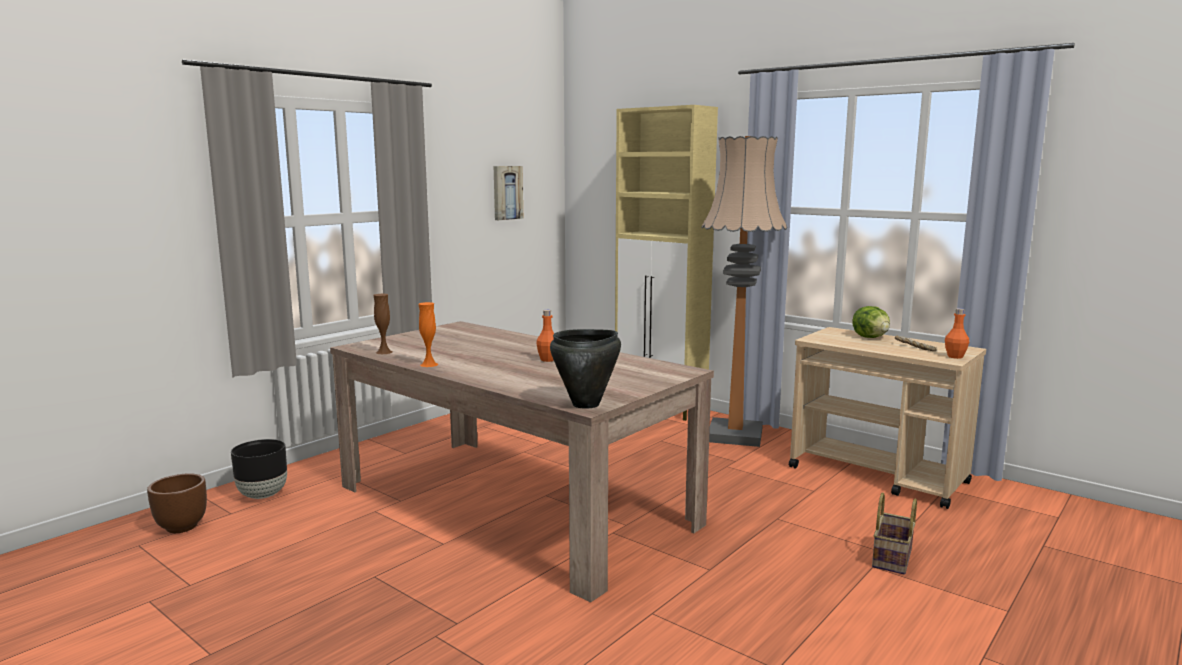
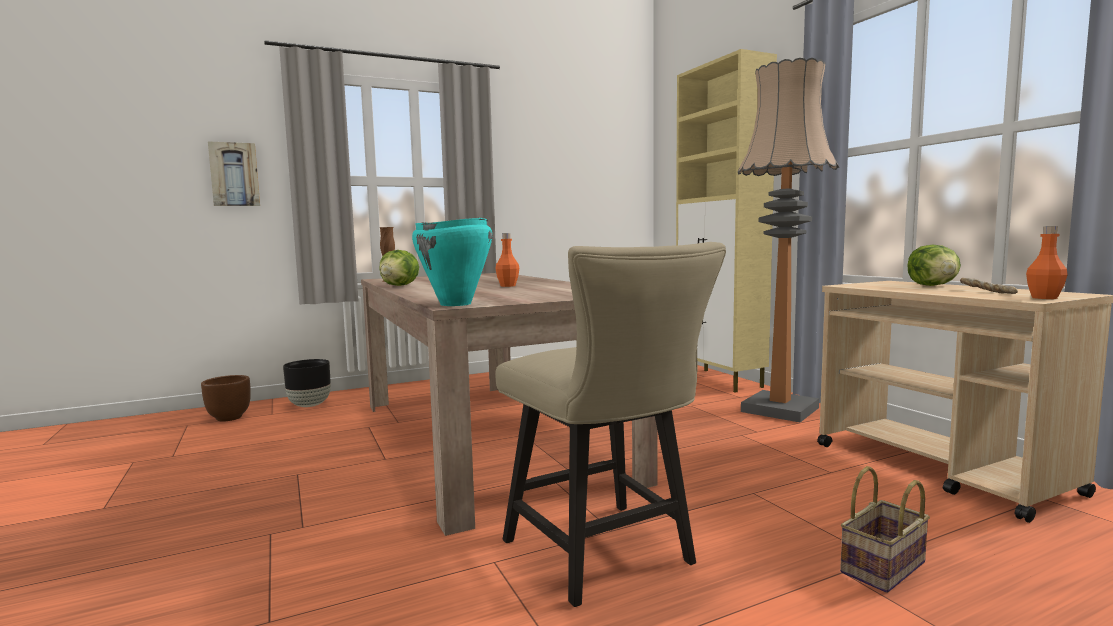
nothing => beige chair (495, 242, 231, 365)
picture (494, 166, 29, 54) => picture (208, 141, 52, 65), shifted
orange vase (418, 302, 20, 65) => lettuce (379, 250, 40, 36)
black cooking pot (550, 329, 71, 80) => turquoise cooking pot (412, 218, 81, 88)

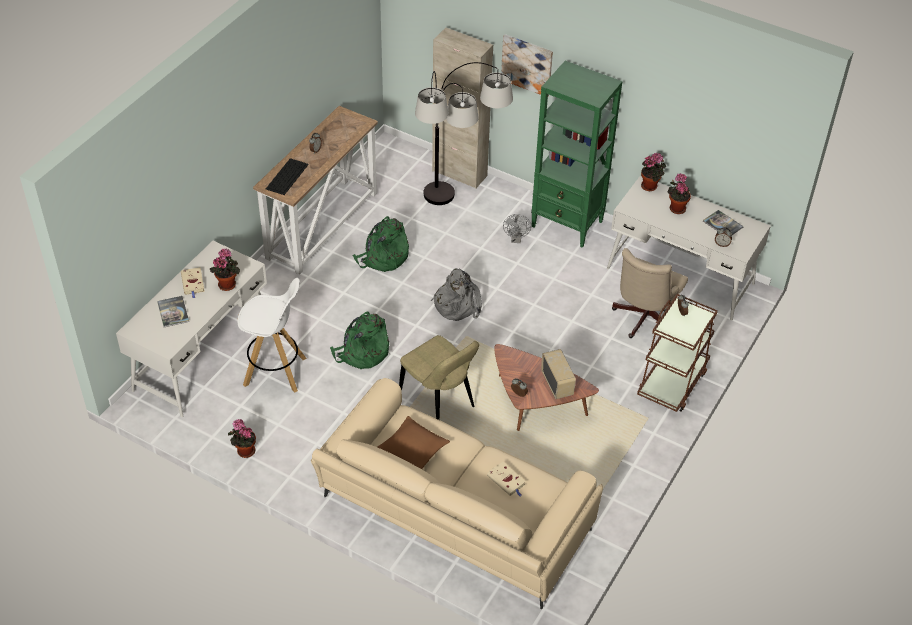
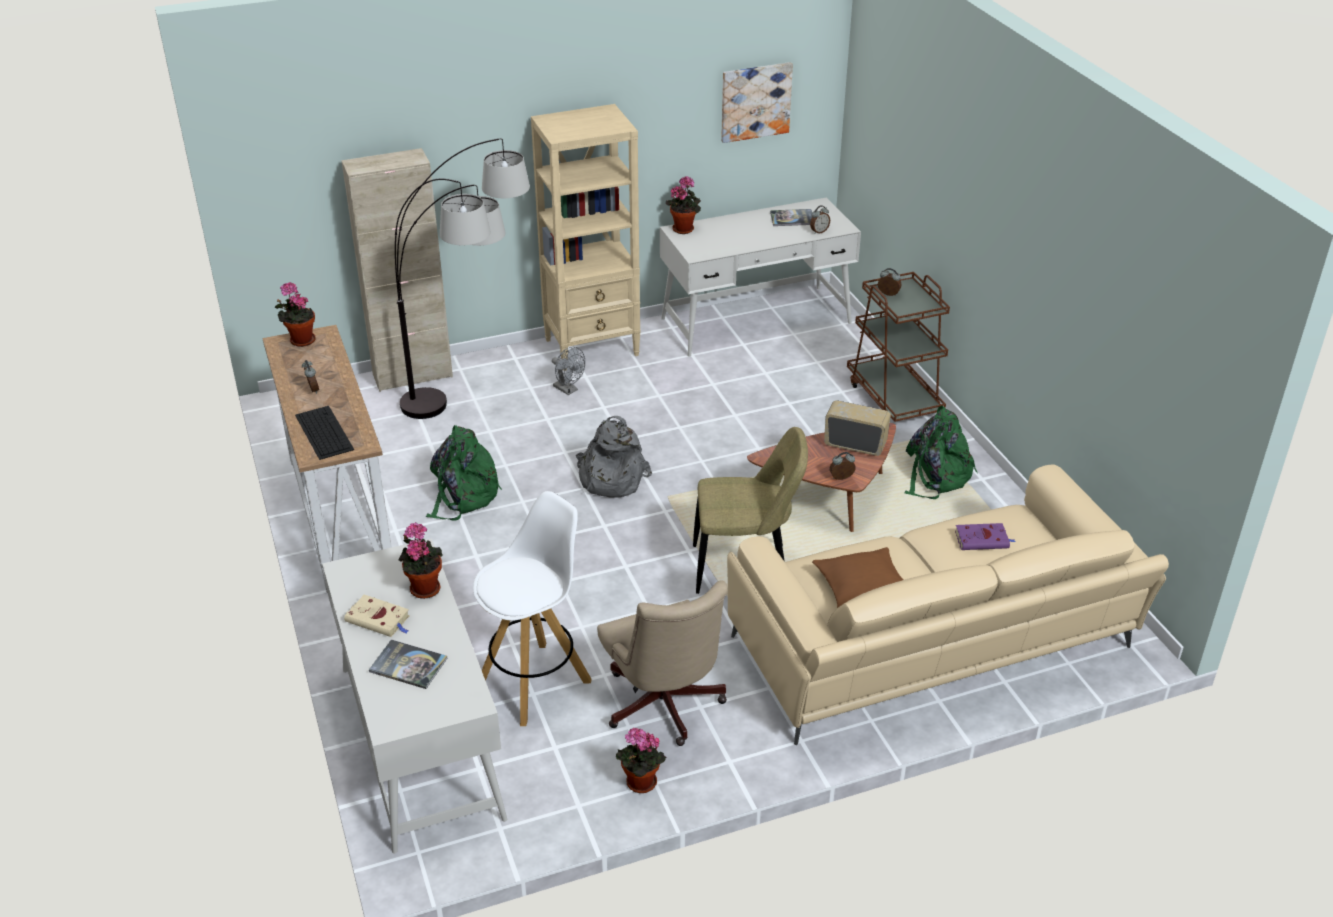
green backpack (330, 311, 59, 58) => green backpack (905, 406, 73, 93), shifted
picture (501, 34, 52, 62) => picture (721, 62, 72, 81), shifted
beige office chair (612, 248, 76, 90) => beige office chair (597, 580, 131, 166), shifted
potted plant (668, 173, 23, 41) => potted plant (275, 282, 41, 65), shifted
beige book (487, 462, 39, 34) => purple book (955, 523, 60, 27)
green bookcase (531, 61, 92, 187) => beige bookcase (531, 104, 110, 267)

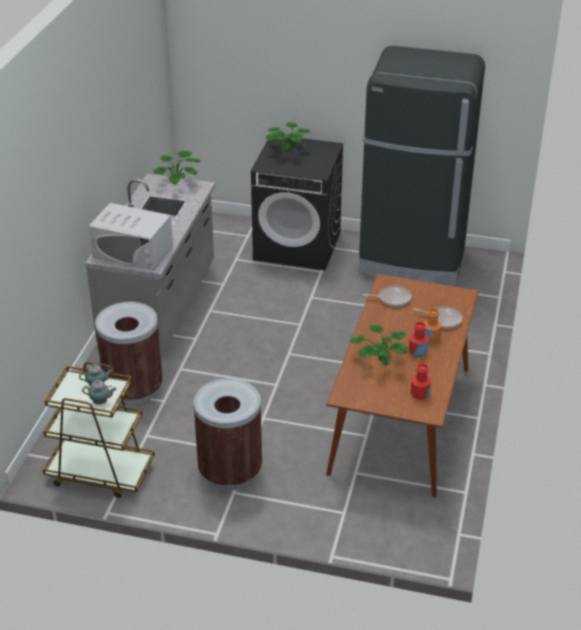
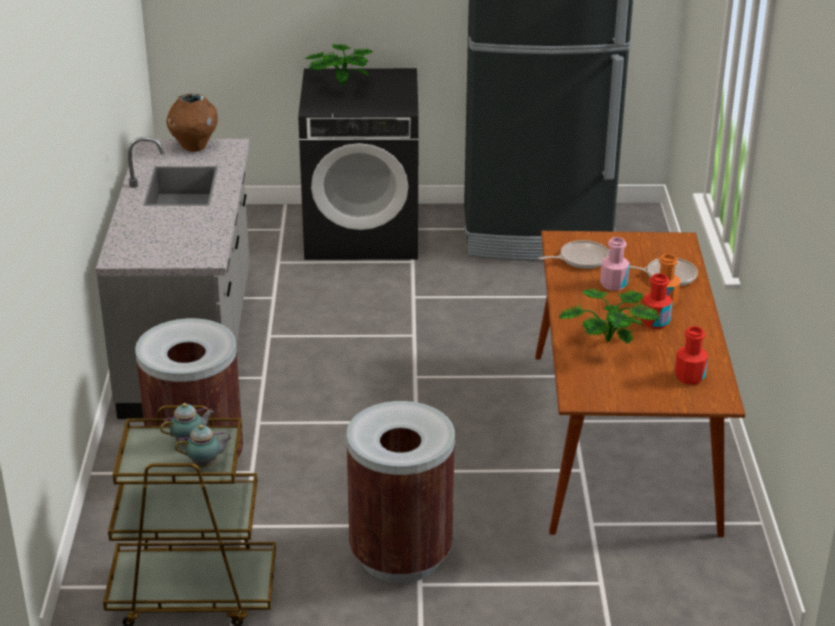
white microwave (89, 203, 84, 68) => nothing
nothing => pink bottle (600, 237, 30, 54)
potted plant (153, 150, 48, 34) => brown vase (166, 94, 52, 58)

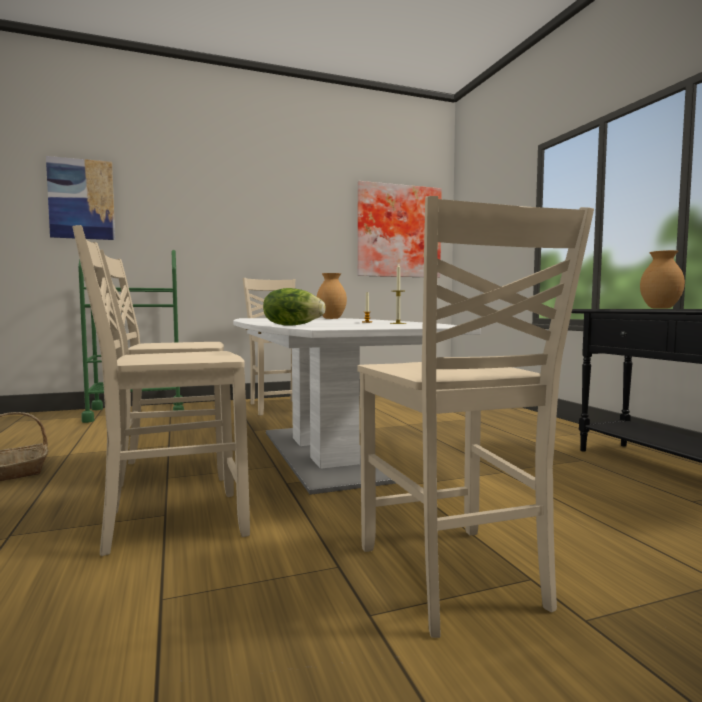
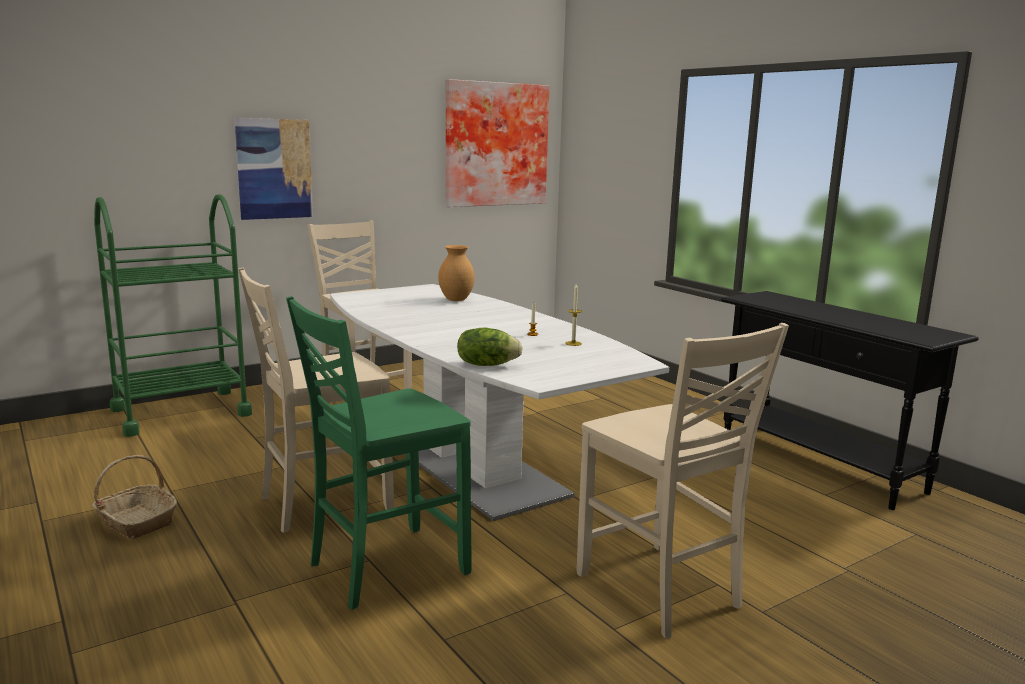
brown vase (640, 250, 45, 59) => nothing
picture (46, 156, 69, 84) => picture (235, 118, 78, 102), shifted
beige chair (72, 225, 178, 331) => green chair (286, 296, 185, 314)

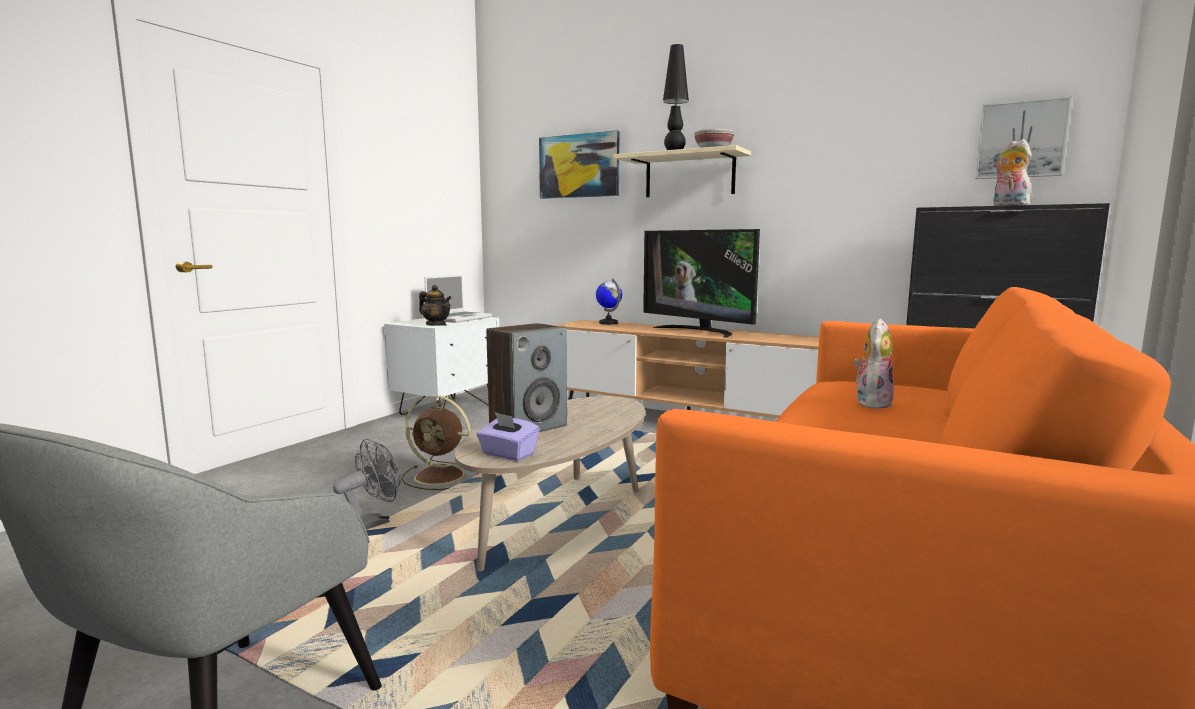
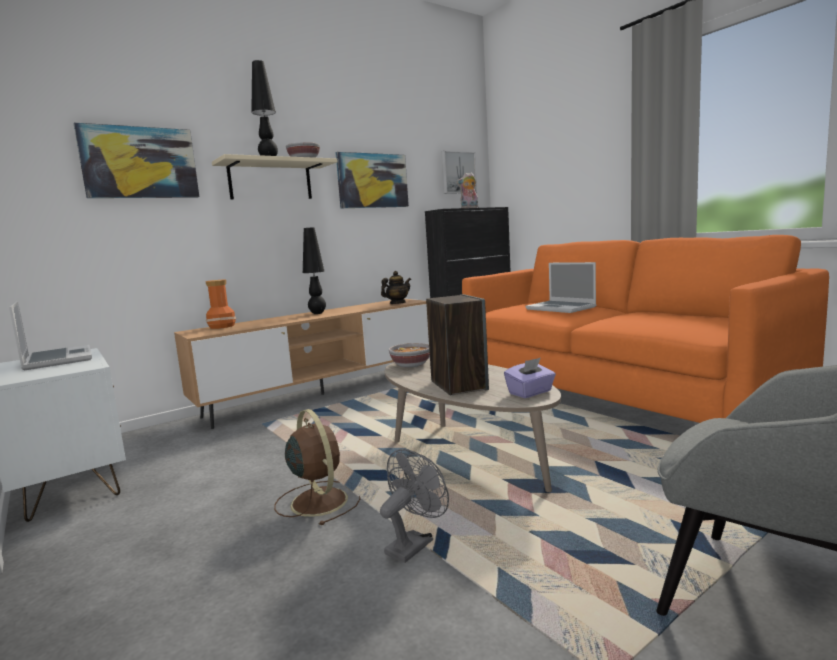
nothing => picture (336, 152, 73, 56)
nothing => bowl (389, 343, 41, 25)
teapot (419, 285, 33, 41) => teapot (381, 271, 30, 33), shifted
globe (596, 278, 26, 47) => vase (205, 280, 31, 49)
television (643, 229, 117, 108) => black table lamp (303, 227, 23, 87)
plush toy (854, 318, 40, 91) => laptop (526, 262, 70, 51)
grey fan (333, 439, 68, 91) => grey fan (380, 449, 69, 114), 60 degrees clockwise
brown fan (401, 395, 78, 95) => brown fan (274, 409, 87, 116), 75 degrees counterclockwise

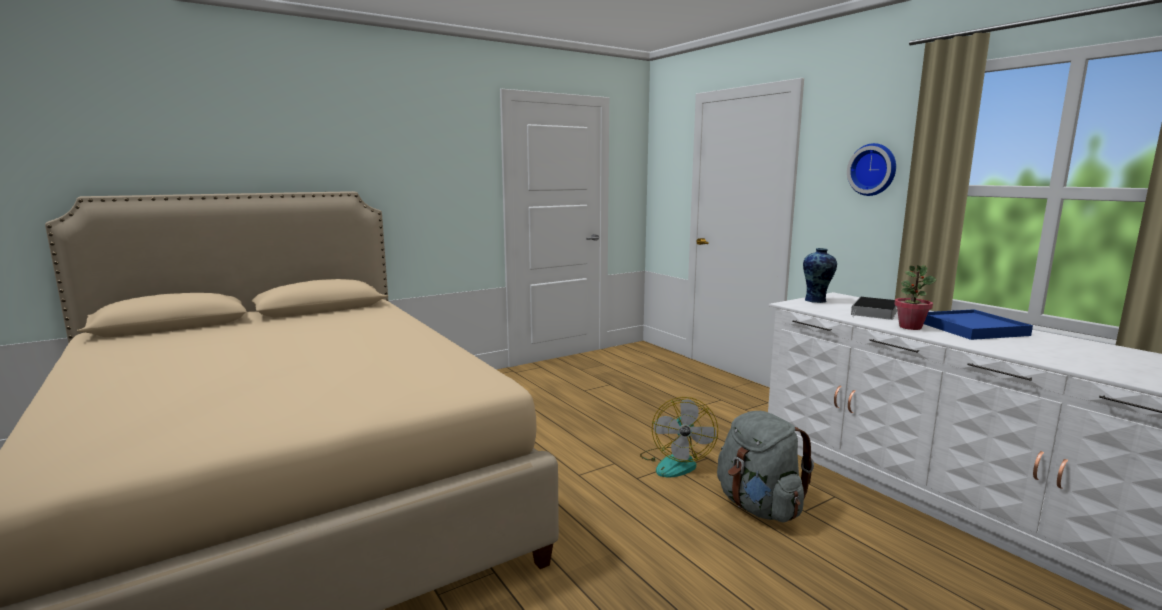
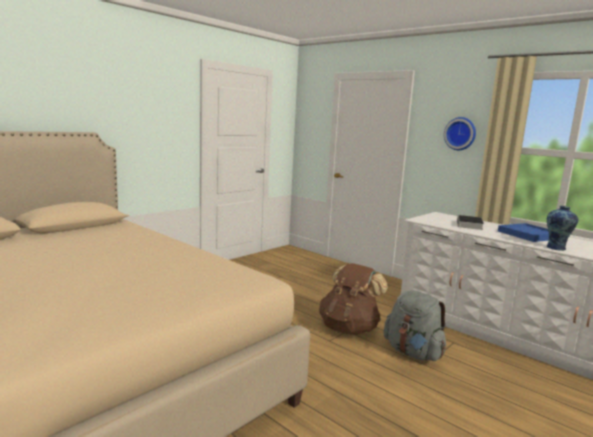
potted plant (894, 265, 42, 65) => nothing
vase (803, 248, 34, 55) => vase (547, 206, 31, 45), shifted
fan (640, 397, 78, 81) => brown backpack (319, 263, 69, 72)

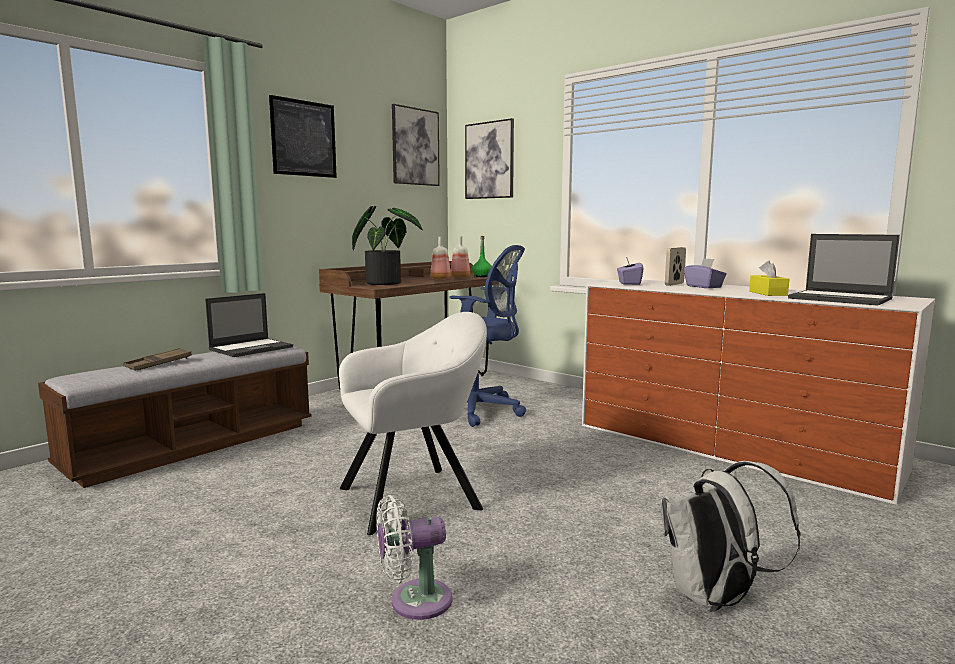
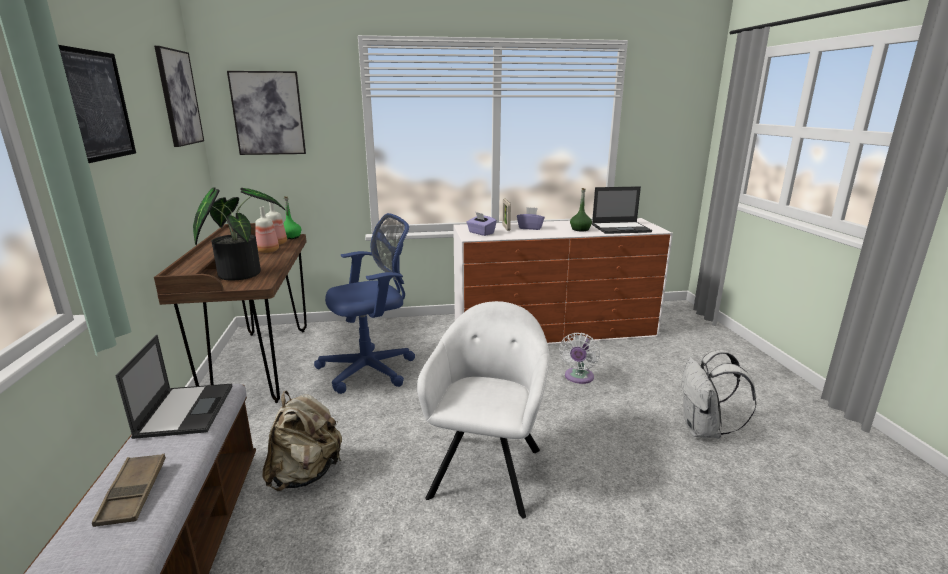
nothing => beige backpack (262, 391, 80, 100)
white fan (376, 495, 77, 125) => white fan (559, 333, 41, 51), shifted
yellow tissue box (749, 261, 40, 35) => green bottle (570, 188, 22, 43)

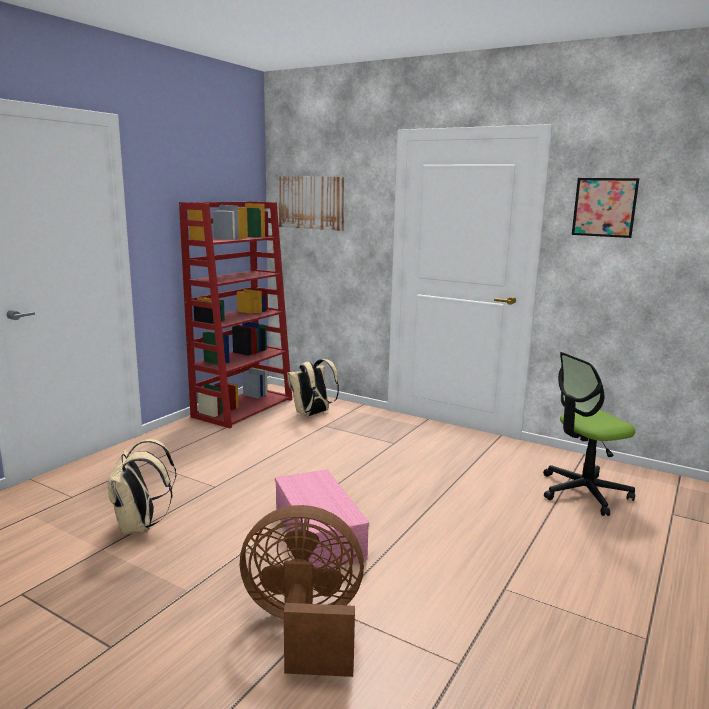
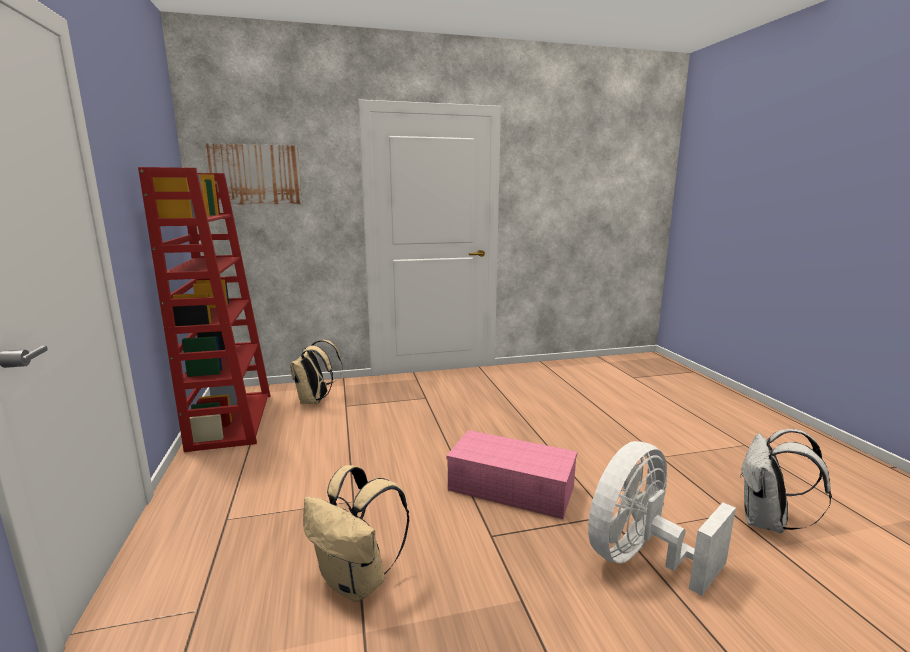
office chair (543, 352, 92, 164) => nothing
picture (572, 178, 67, 60) => nothing
nothing => white backpack (741, 429, 91, 104)
brown fan (240, 505, 124, 172) => white fan (588, 441, 148, 155)

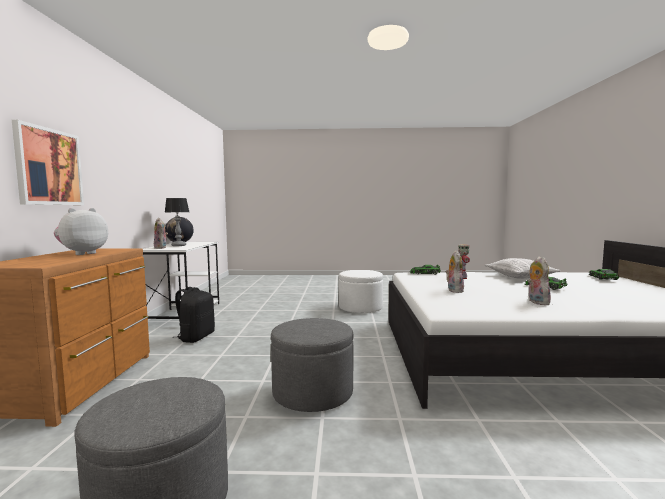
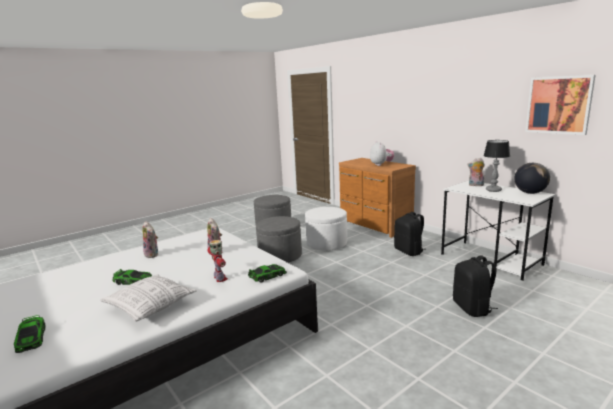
nothing => black backpack (453, 255, 45, 62)
picture (12, 120, 72, 85) => picture (525, 75, 71, 60), shifted
white ottoman (339, 270, 44, 43) => white ottoman (305, 207, 42, 44), shifted

